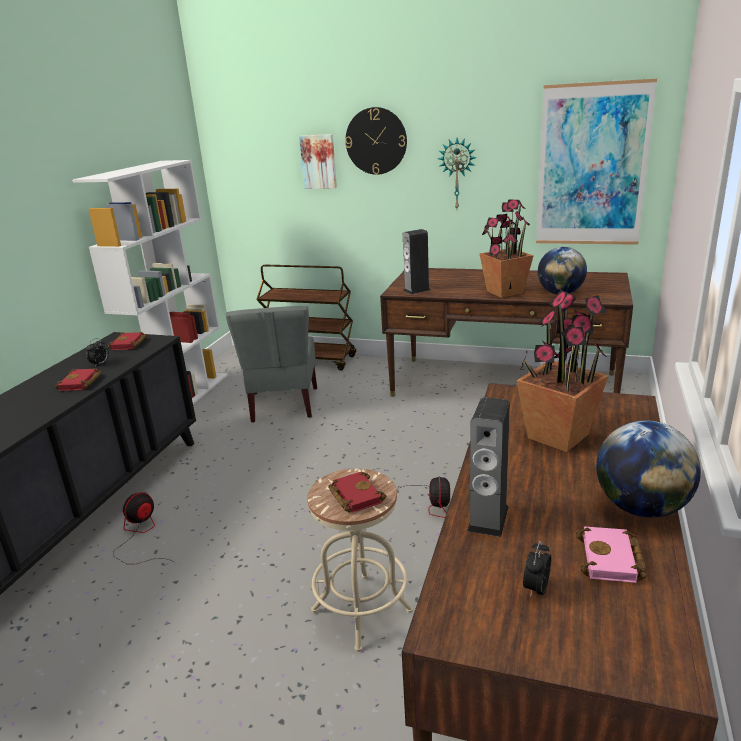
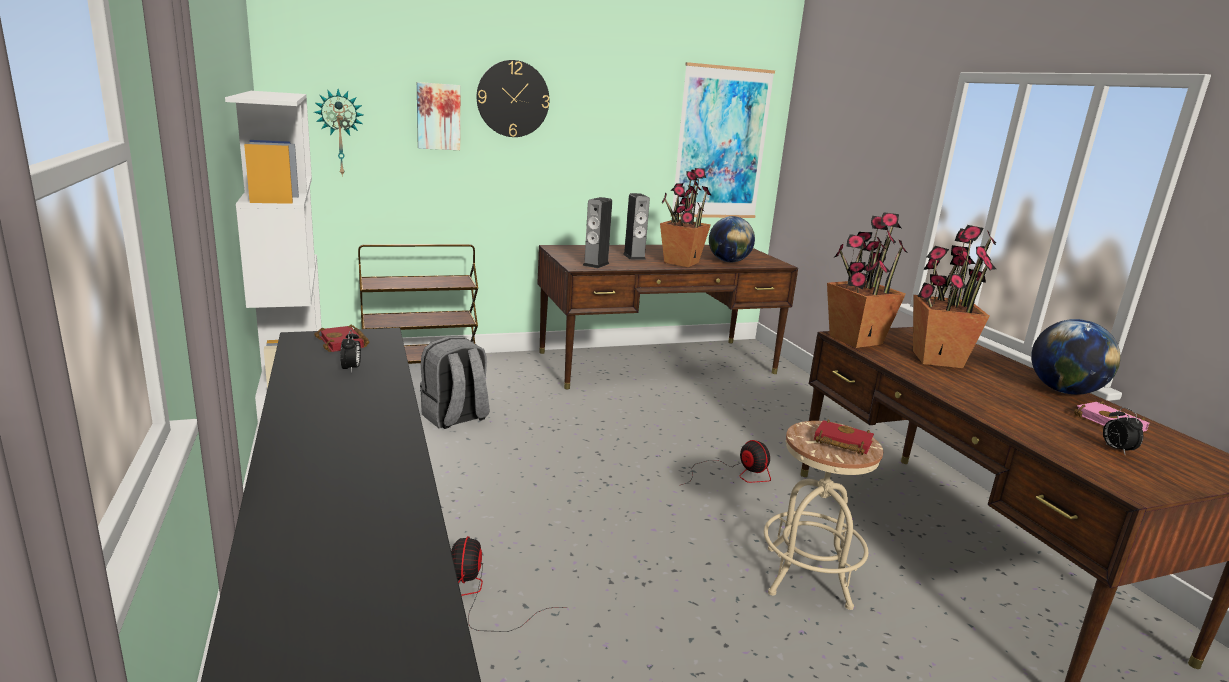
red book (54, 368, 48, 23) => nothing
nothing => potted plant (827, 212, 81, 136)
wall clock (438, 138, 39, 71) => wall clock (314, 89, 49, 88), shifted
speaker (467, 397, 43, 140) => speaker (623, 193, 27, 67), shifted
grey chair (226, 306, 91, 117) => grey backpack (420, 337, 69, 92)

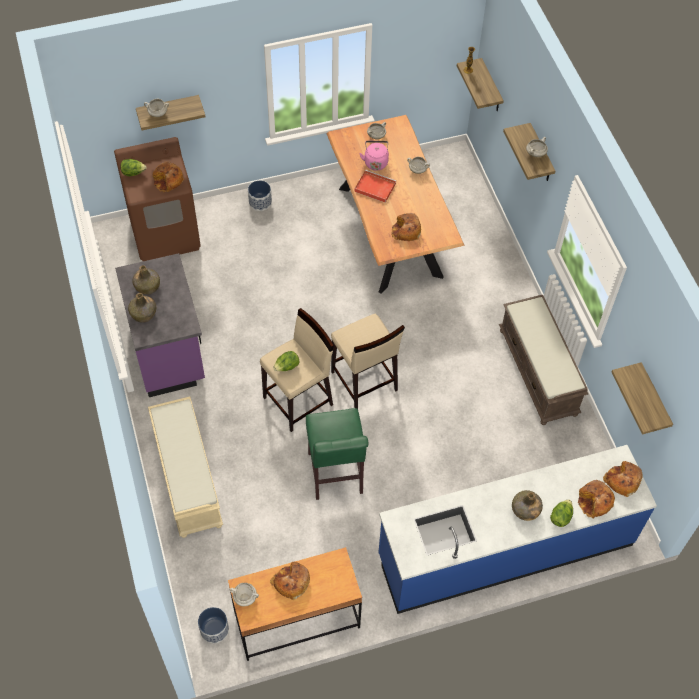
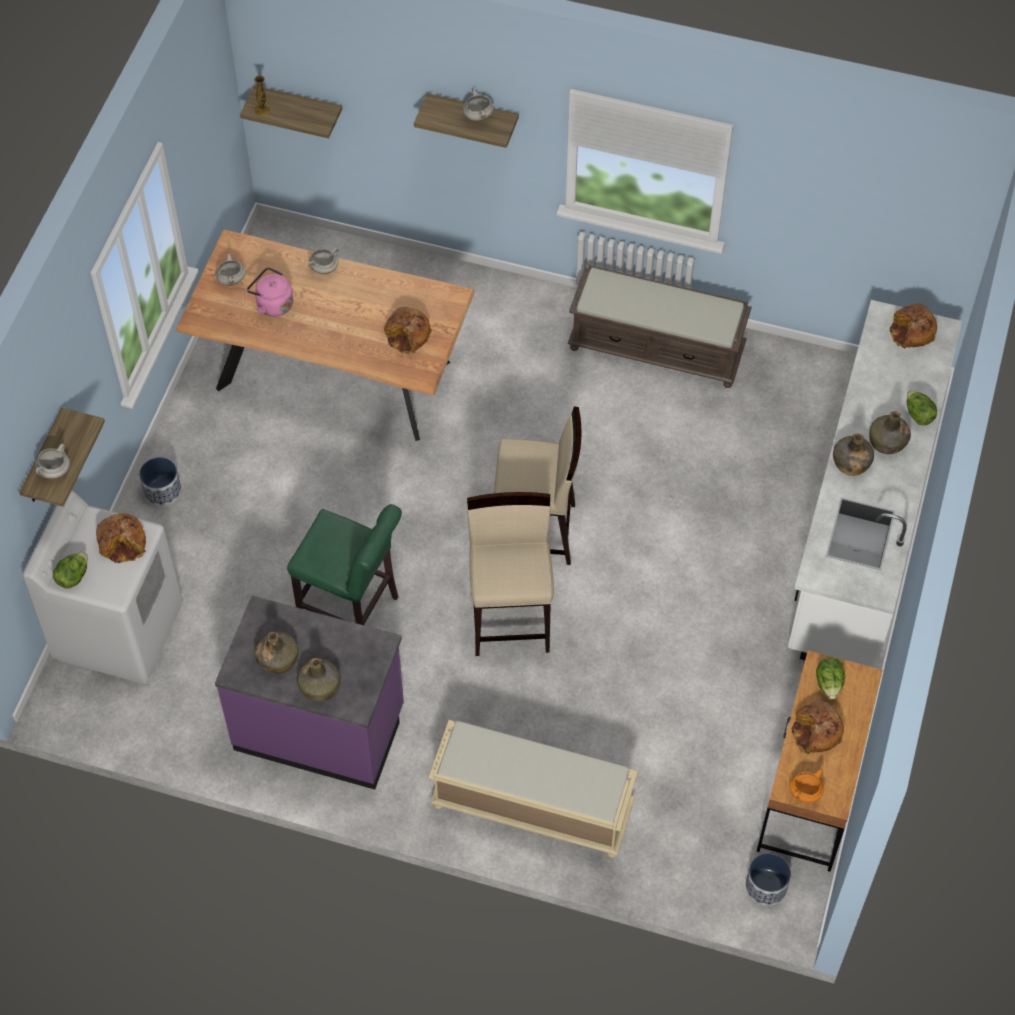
red tray (354, 170, 43, 33) => nothing
bread (578, 480, 37, 38) => nothing
shelf (612, 362, 61, 73) => nothing
nothing => green bottle (833, 433, 41, 43)
lettuce (273, 351, 27, 20) => lettuce (816, 658, 29, 41), shifted
green stool (306, 408, 62, 92) => green stool (287, 504, 115, 121), shifted
brown washing machine (114, 137, 87, 125) => white washing machine (23, 490, 160, 194)
white cooking pot (230, 583, 29, 23) => orange cooking pot (789, 769, 35, 34)
blue counter (378, 445, 279, 169) => white counter (788, 300, 174, 368)

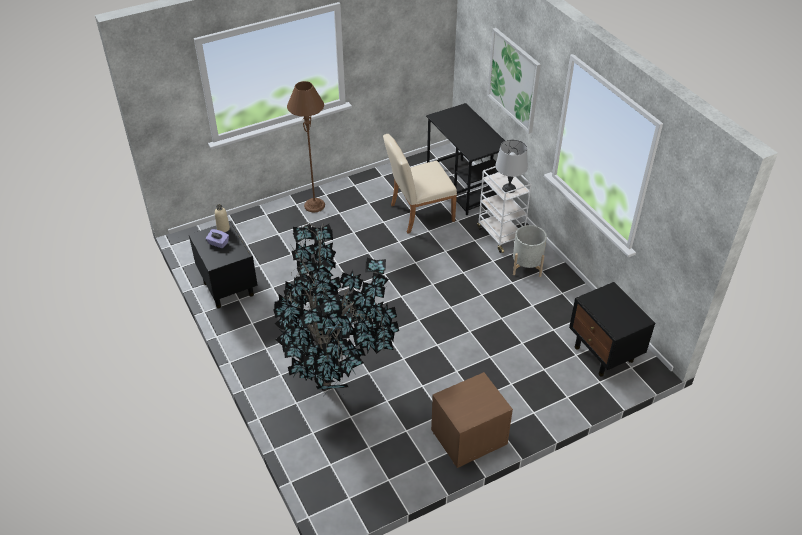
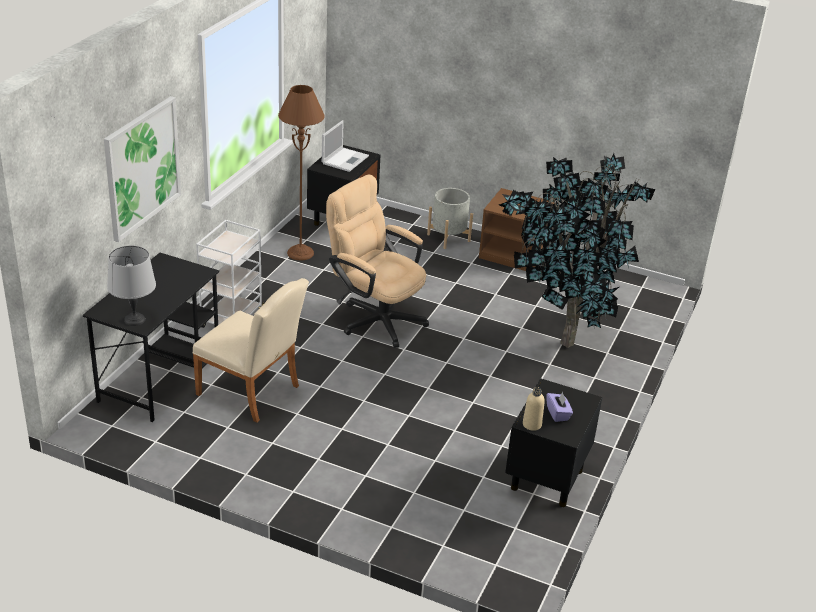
nothing => laptop (322, 120, 47, 52)
nothing => beige office chair (326, 174, 103, 174)
brown floor lamp (287, 81, 38, 131) => brown floor lamp (278, 85, 47, 175), shifted
grey table lamp (495, 140, 33, 53) => grey table lamp (107, 246, 49, 80), shifted
grey planter (513, 225, 34, 52) => grey planter (427, 188, 46, 61), shifted

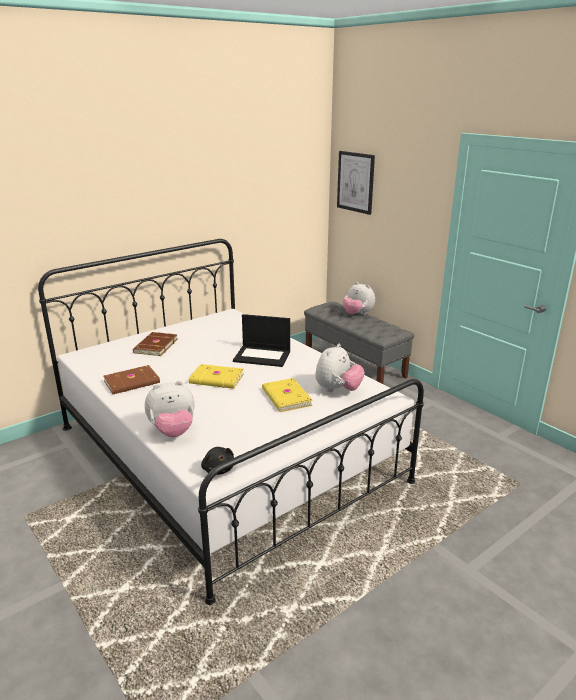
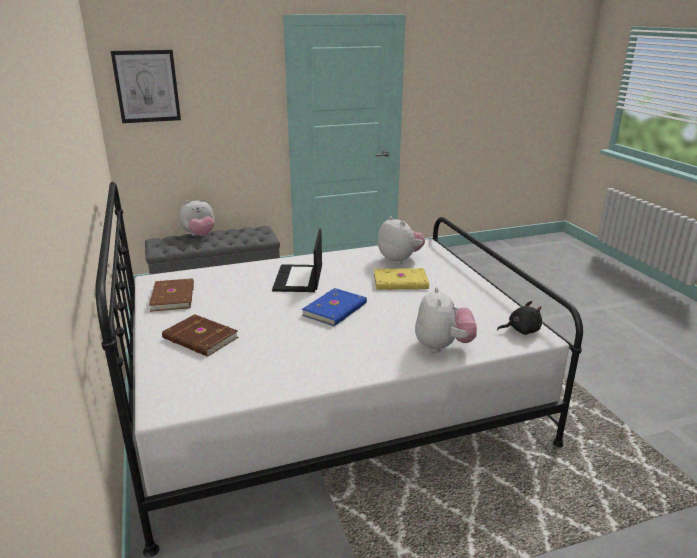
brown book (103, 365, 57, 29) => brown book (149, 278, 45, 34), shifted
yellow book (189, 364, 55, 25) => blue book (302, 288, 65, 38)
laptop (233, 314, 57, 53) => laptop (272, 229, 50, 63), 150 degrees clockwise

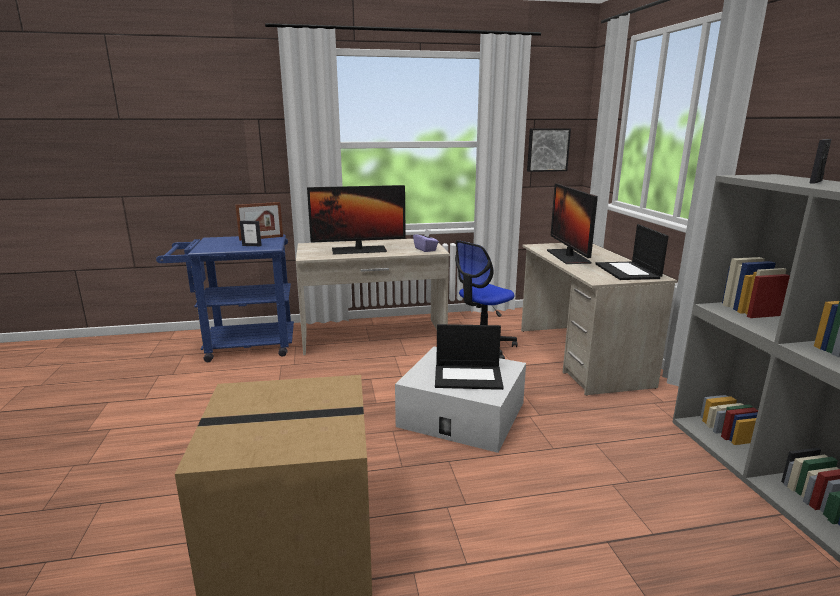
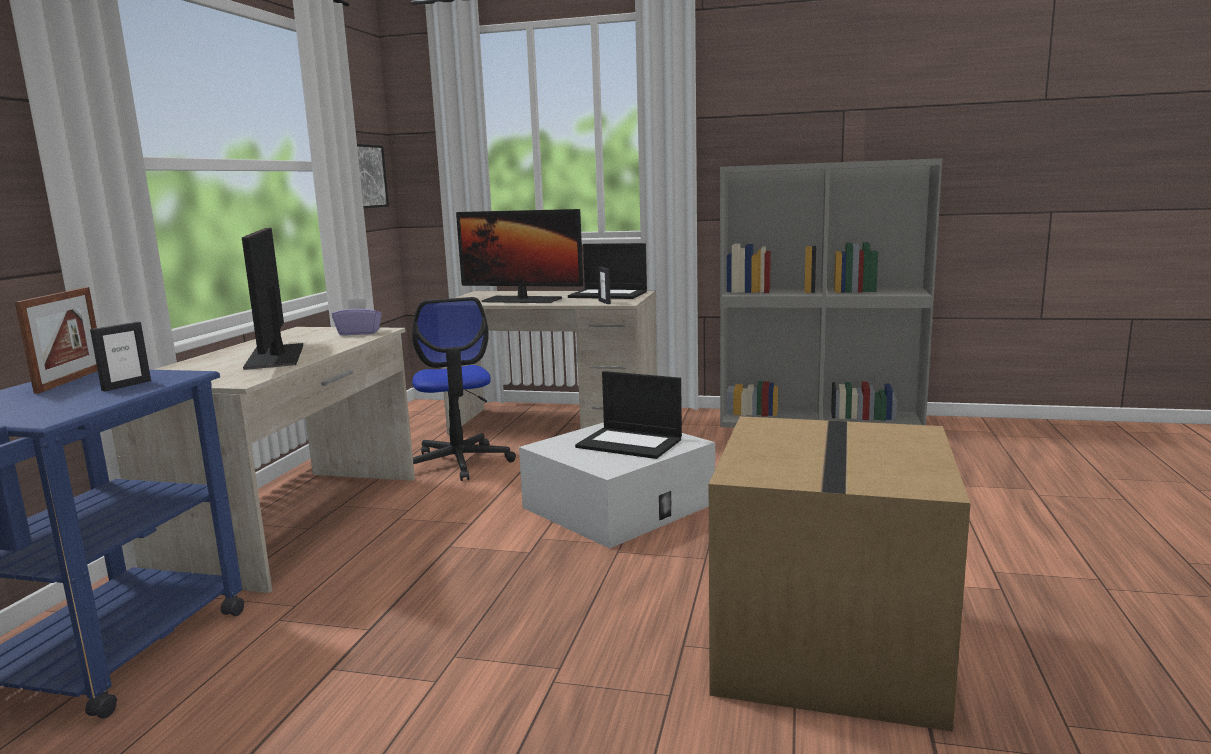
picture frame (810, 139, 22, 45) => picture frame (597, 267, 14, 37), shifted
monitor (307, 185, 99, 69) => monitor (242, 228, 61, 142), 150 degrees clockwise
laptop (435, 324, 69, 66) => laptop (575, 371, 107, 88), 90 degrees clockwise

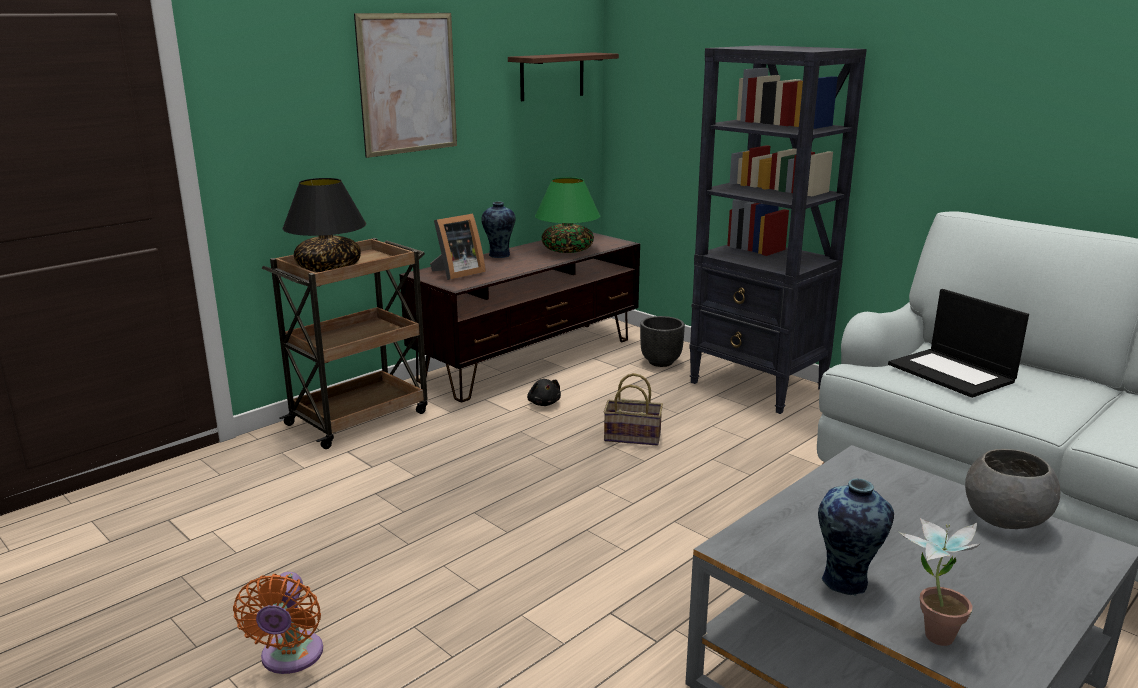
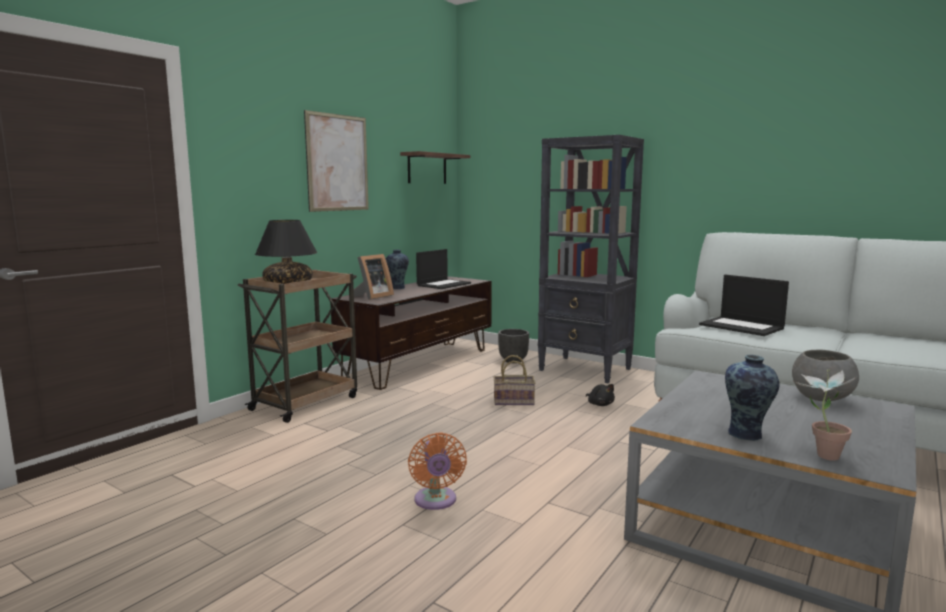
orange fan (233, 572, 90, 102) => orange fan (408, 433, 59, 77), shifted
black plush toy (527, 379, 34, 27) => black plush toy (586, 384, 29, 22), shifted
green table lamp (535, 177, 65, 76) => laptop (416, 249, 55, 40)

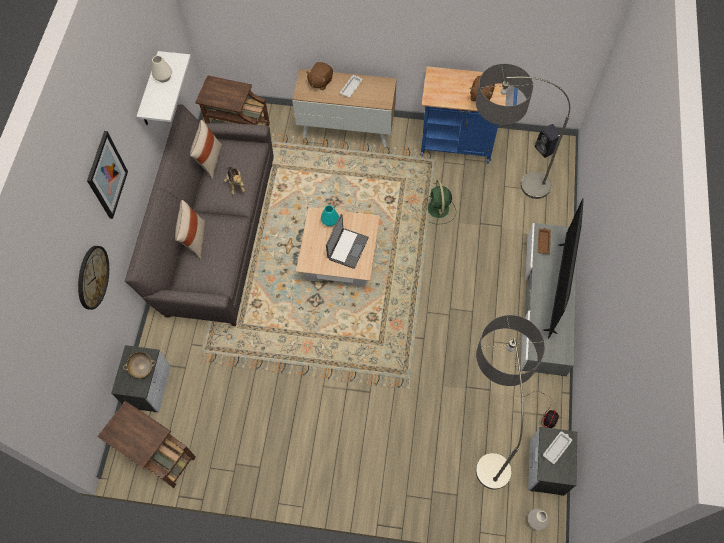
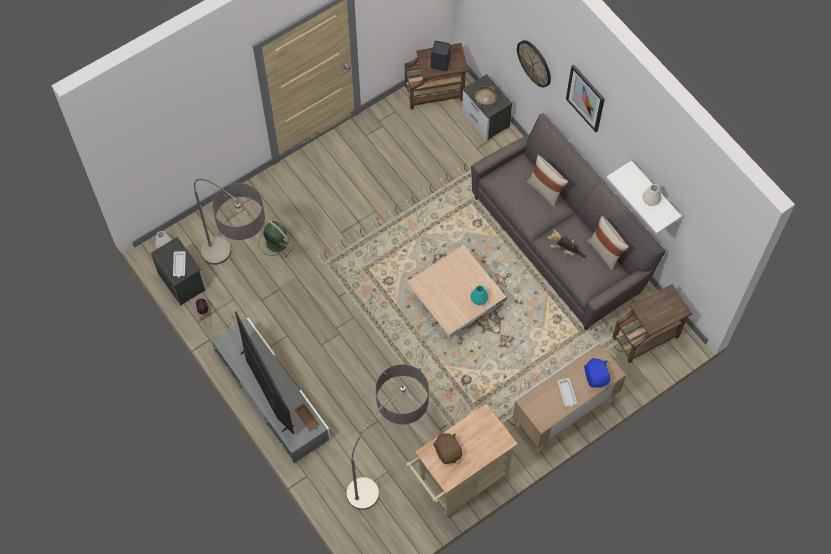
laptop (326, 214, 43, 55) => nothing
green fan (422, 180, 34, 44) => green fan (258, 219, 36, 39), shifted
black speaker (535, 124, 26, 34) => black speaker (431, 41, 20, 30), shifted
brown plush toy (306, 62, 27, 28) => blue plush toy (584, 358, 26, 30)
blue cart (421, 66, 97, 98) => beige cart (406, 404, 112, 114)

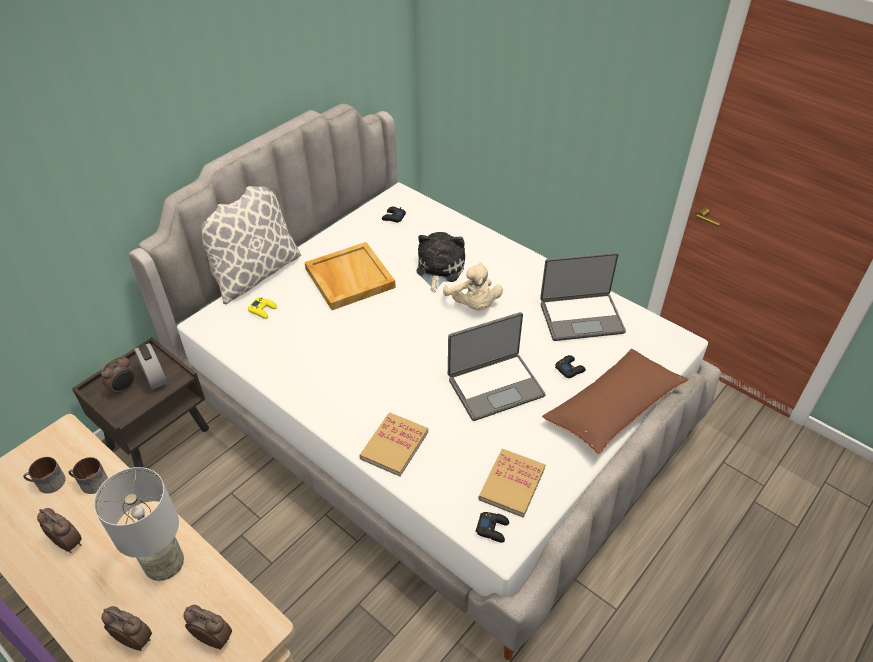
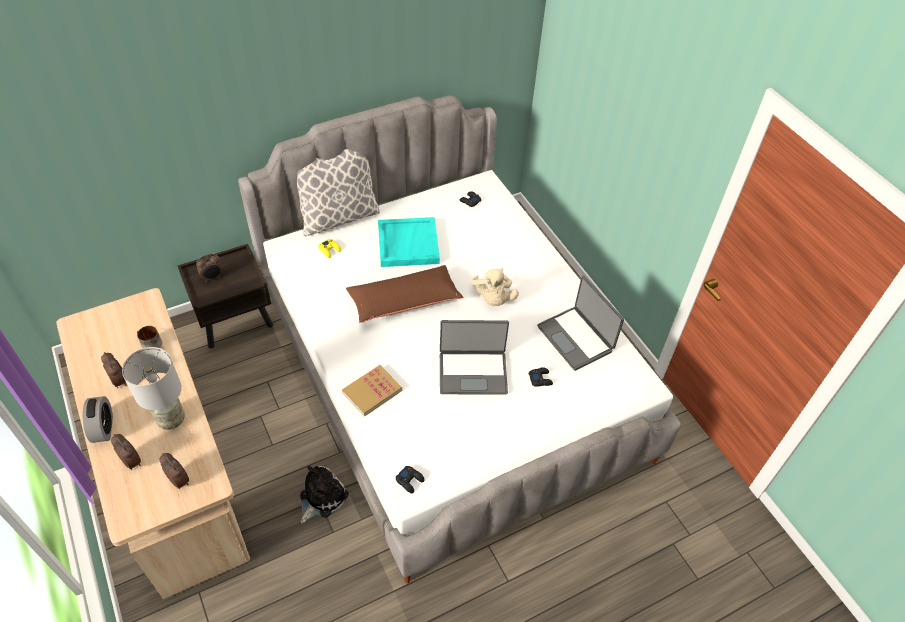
mug (23, 457, 43, 36) => nothing
book (478, 449, 68, 69) => nothing
alarm clock (134, 343, 33, 47) => alarm clock (83, 396, 30, 47), shifted
plush toy (416, 232, 49, 60) => plush toy (300, 466, 49, 58), shifted
brown pillow (542, 349, 147, 106) => brown pillow (346, 265, 117, 58), shifted
beige tray (305, 242, 91, 68) => turquoise tray (378, 217, 62, 50)
laptop (540, 252, 86, 89) => laptop (537, 276, 87, 95), 45 degrees clockwise

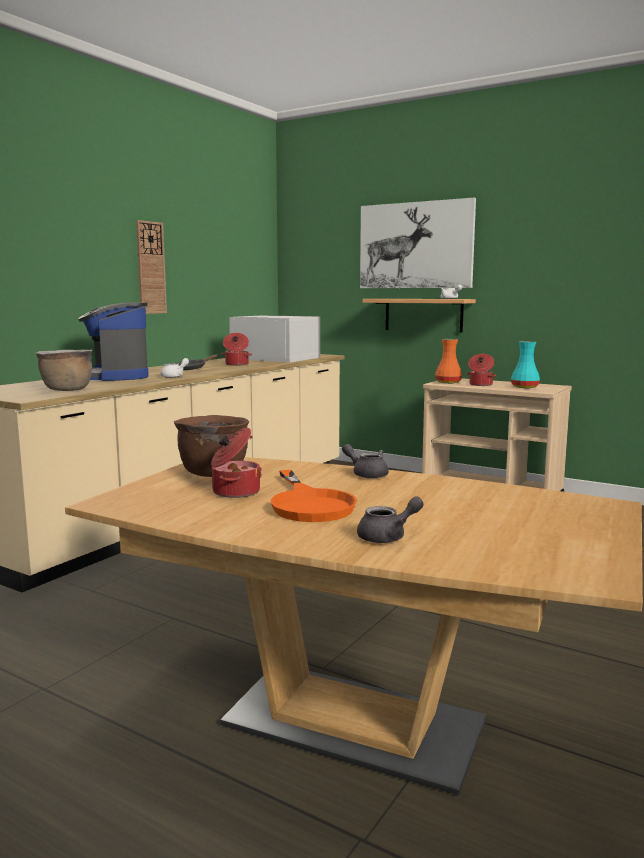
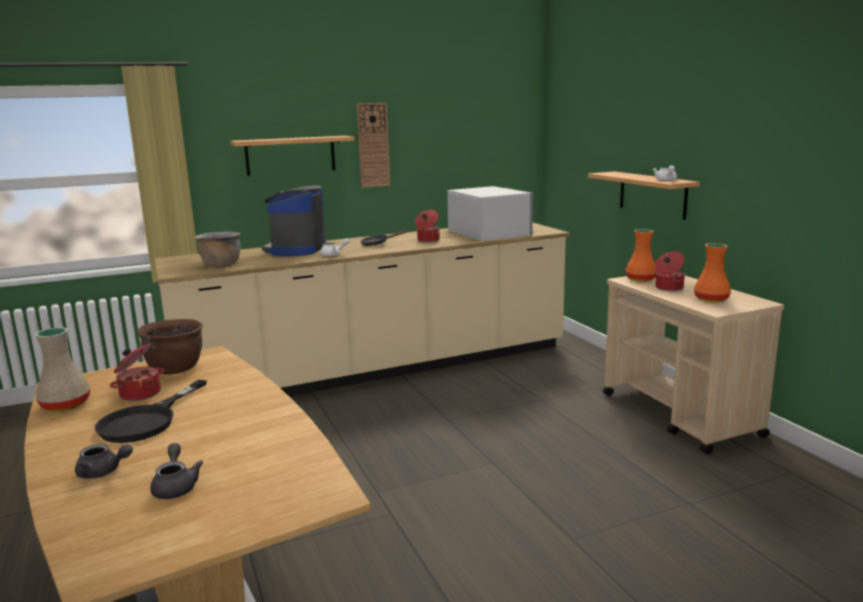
picture (360, 198, 116, 90) => nothing
nothing => beige vase (35, 327, 55, 85)
nothing => shelf (230, 136, 124, 40)
grey teapot (342, 444, 47, 35) => grey teapot (150, 443, 53, 56), shifted
orange frying pan (270, 470, 87, 52) => black frying pan (95, 380, 112, 63)
turquoise vase (511, 341, 29, 47) => orange vase (694, 243, 37, 59)

